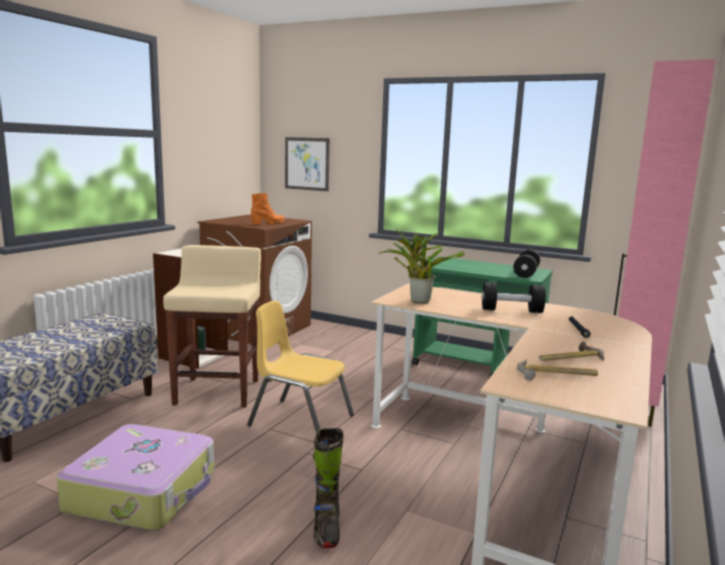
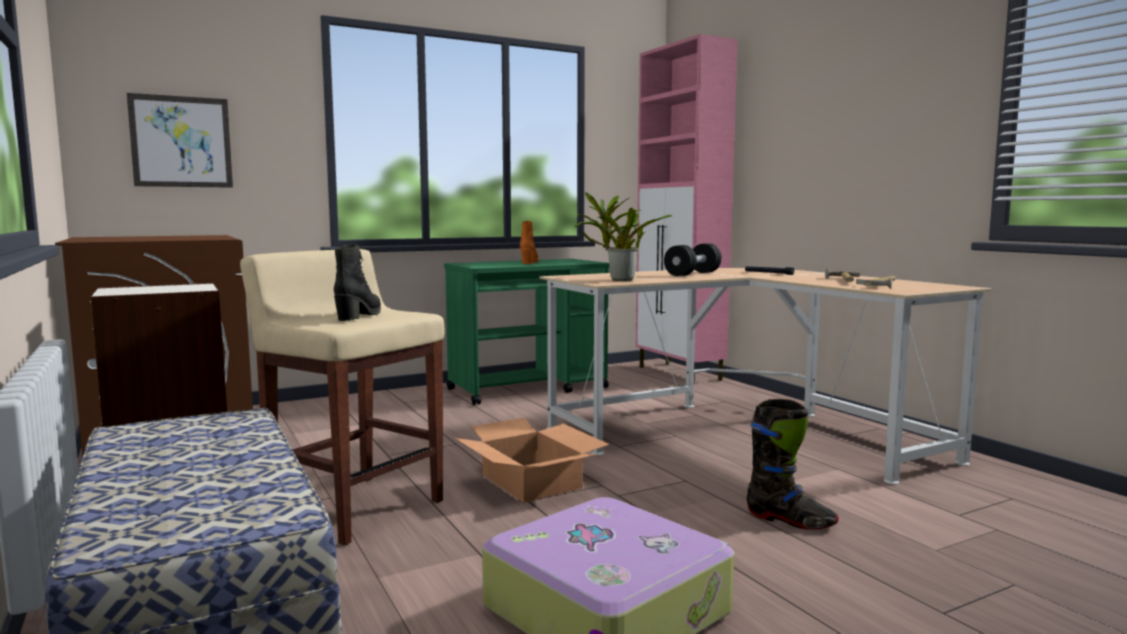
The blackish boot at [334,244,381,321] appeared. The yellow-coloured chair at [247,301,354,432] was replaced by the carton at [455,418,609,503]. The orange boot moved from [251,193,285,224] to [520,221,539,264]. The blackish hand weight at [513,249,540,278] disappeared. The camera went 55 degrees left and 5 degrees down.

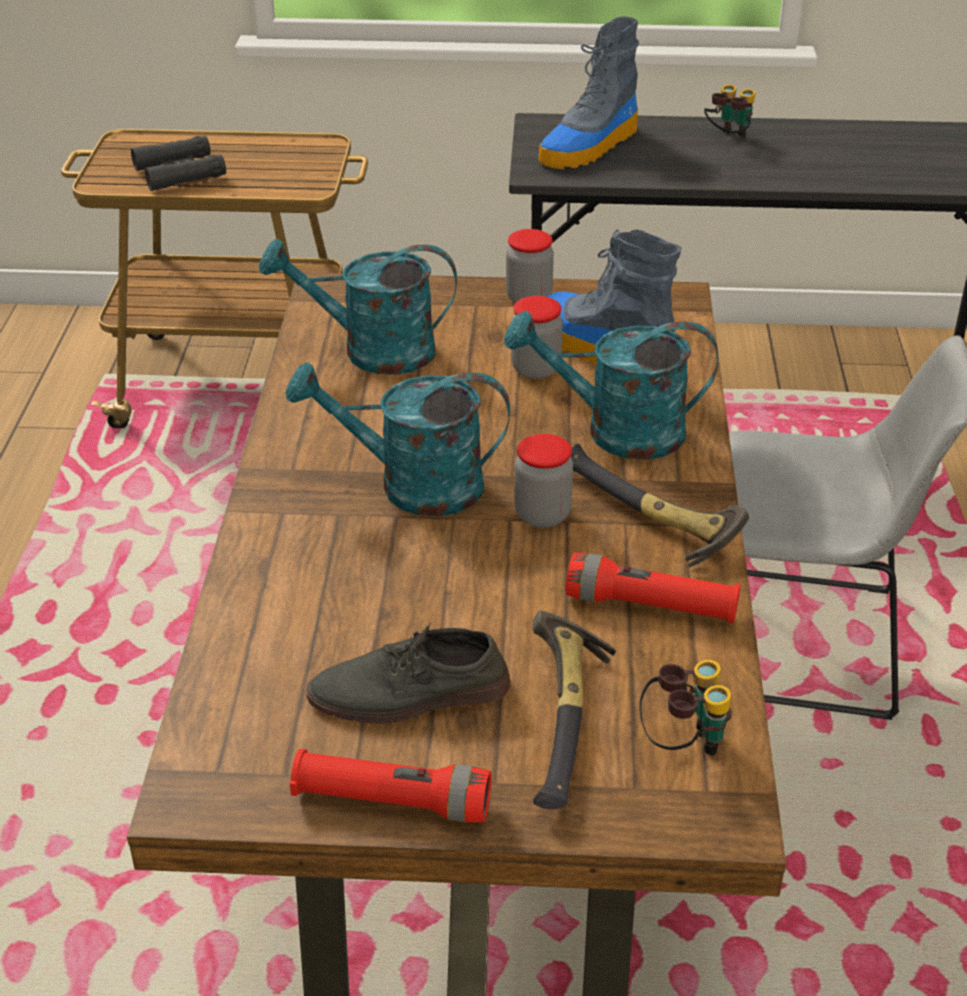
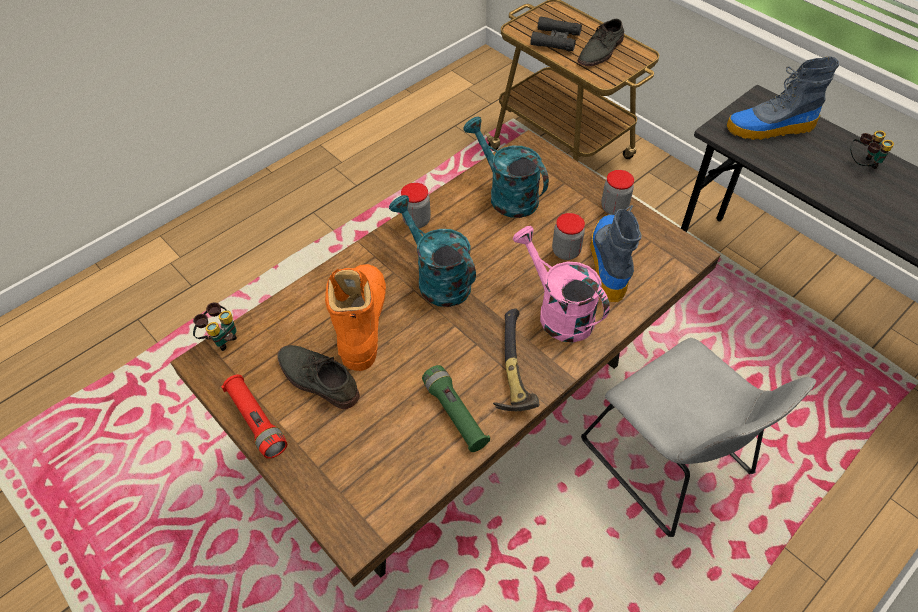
The field glasses moved from [639,660,732,756] to [193,303,237,351]. The orange boot at [325,264,386,371] appeared. The preserve jar moved from [514,434,573,528] to [401,183,431,228]. The red-coloured hand torch at [566,552,741,623] became the green hand torch at [422,365,490,452]. The turquoise watering can at [504,311,718,460] became the pink watering can at [513,226,610,342]. The greyish item of footwear at [578,19,624,66] appeared. The hammer at [533,610,616,809] disappeared. The camera went 45 degrees right and 15 degrees up.

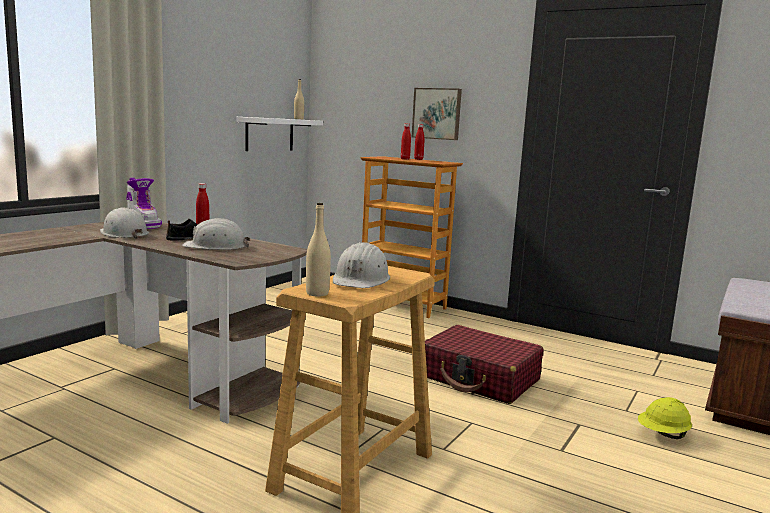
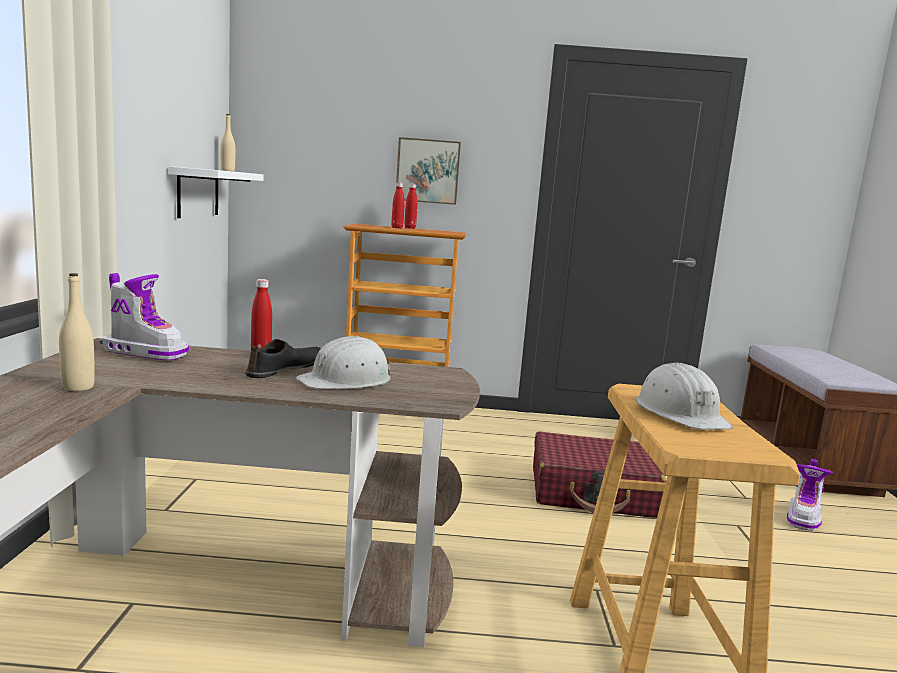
The sand-coloured beverage bottle moved from [306,203,331,297] to [59,273,95,391]. The yellow-coloured hard hat at [638,397,692,439] was replaced by the boot at [787,459,833,531]. The whitish hard hat at [100,208,149,239] disappeared. The camera went 30 degrees left and 0 degrees up.

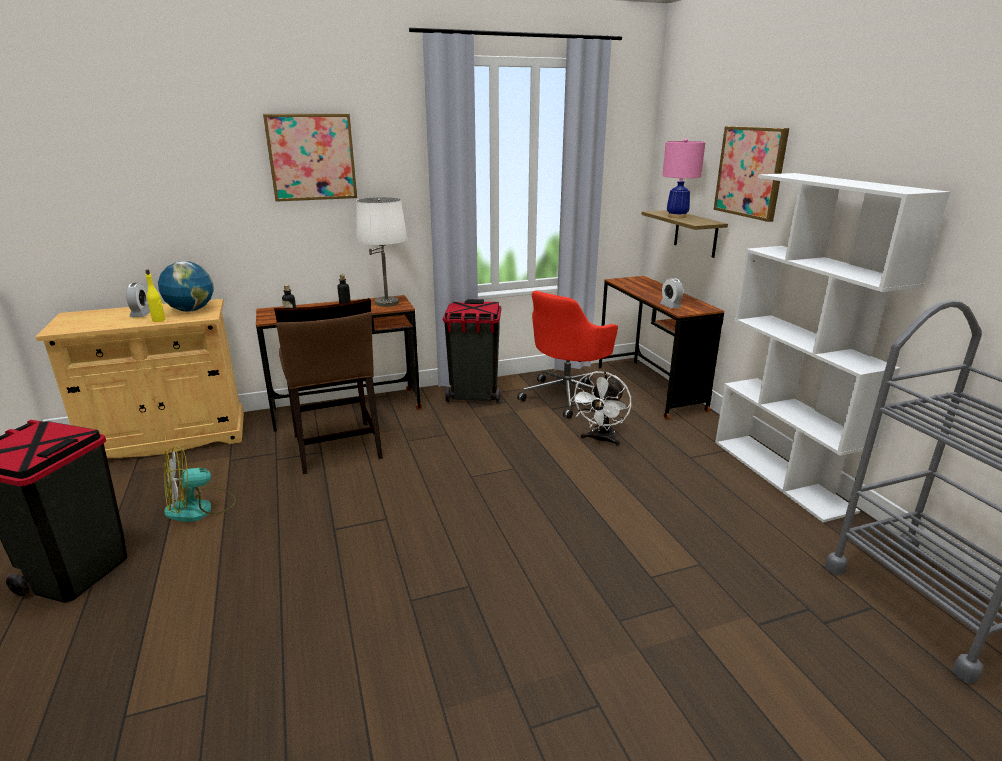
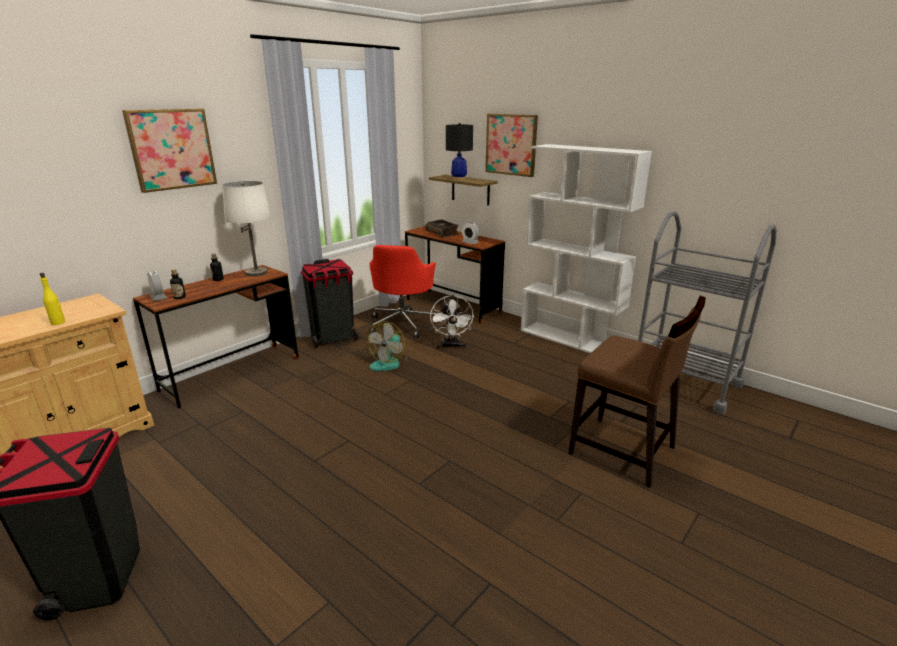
The bedside clock moved from [126,283,150,317] to [147,271,167,301]. The electric fan moved from [164,446,236,522] to [368,321,407,371]. The bound book at [425,220,459,237] appeared. The pink table lamp at [662,138,705,218] became the blackish table lamp at [446,123,473,180]. The brownish chair moved from [274,298,383,474] to [568,296,706,488]. The desk globe at [158,261,214,311] disappeared. The camera went 30 degrees left and 0 degrees up.

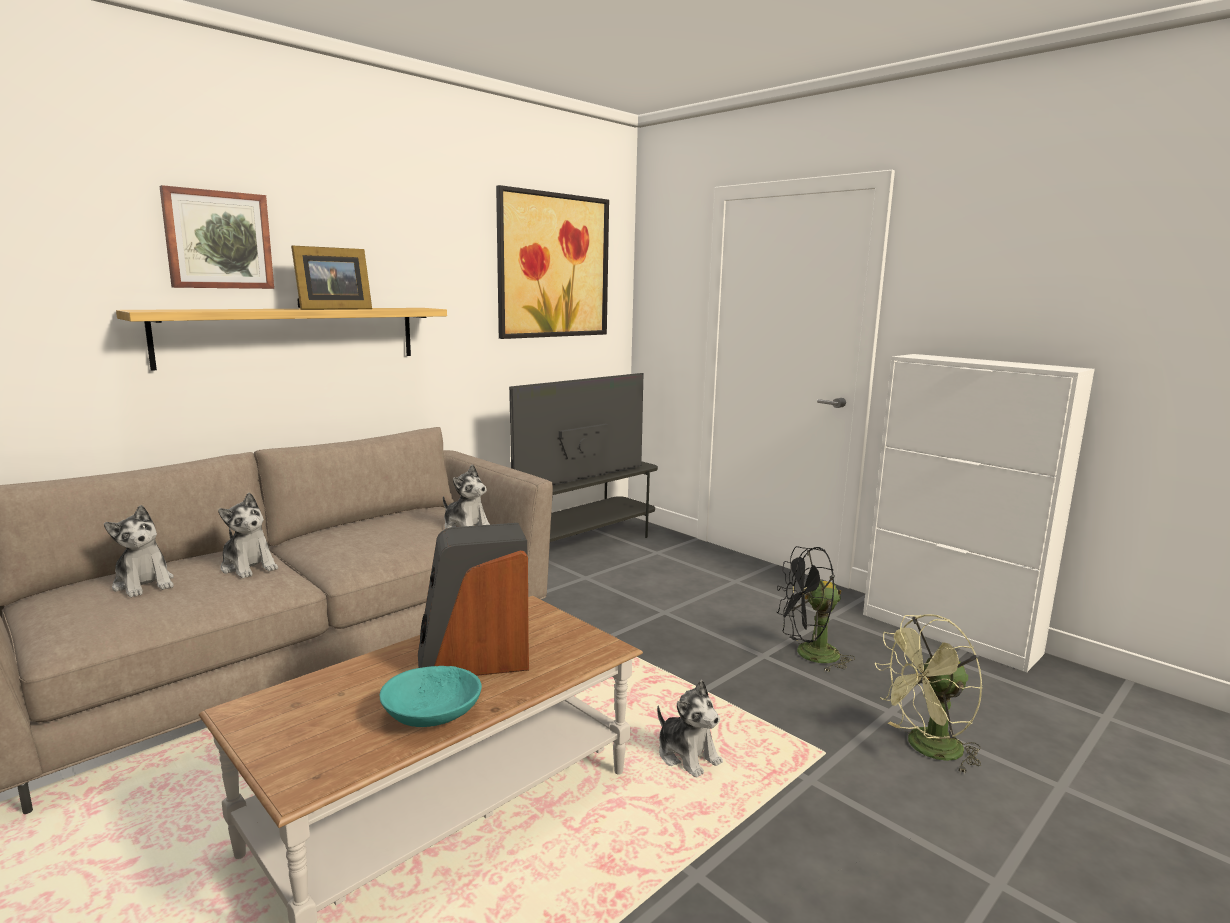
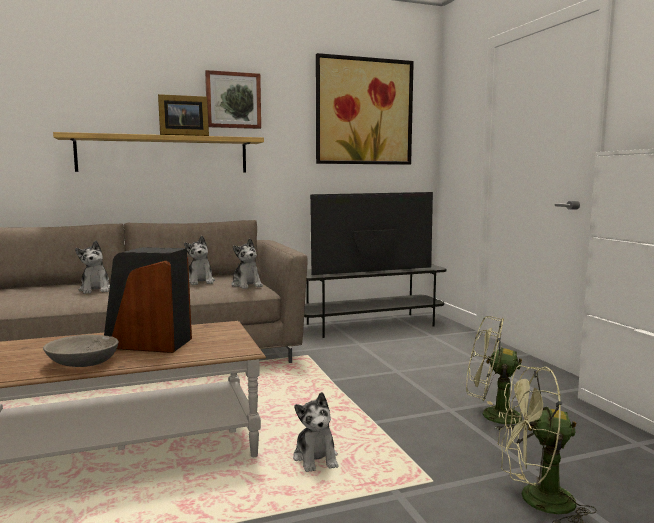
The turquoise bowl at [379,666,482,727] became the greyish bowl at [43,335,119,367]. The plush toy moved from [104,505,174,598] to [184,236,215,285]. The picture moved from [159,185,274,289] to [205,70,261,129]. The blackish electric fan at [777,546,855,673] became the green electric fan at [466,316,529,430]. The camera went 25 degrees right and 5 degrees down.

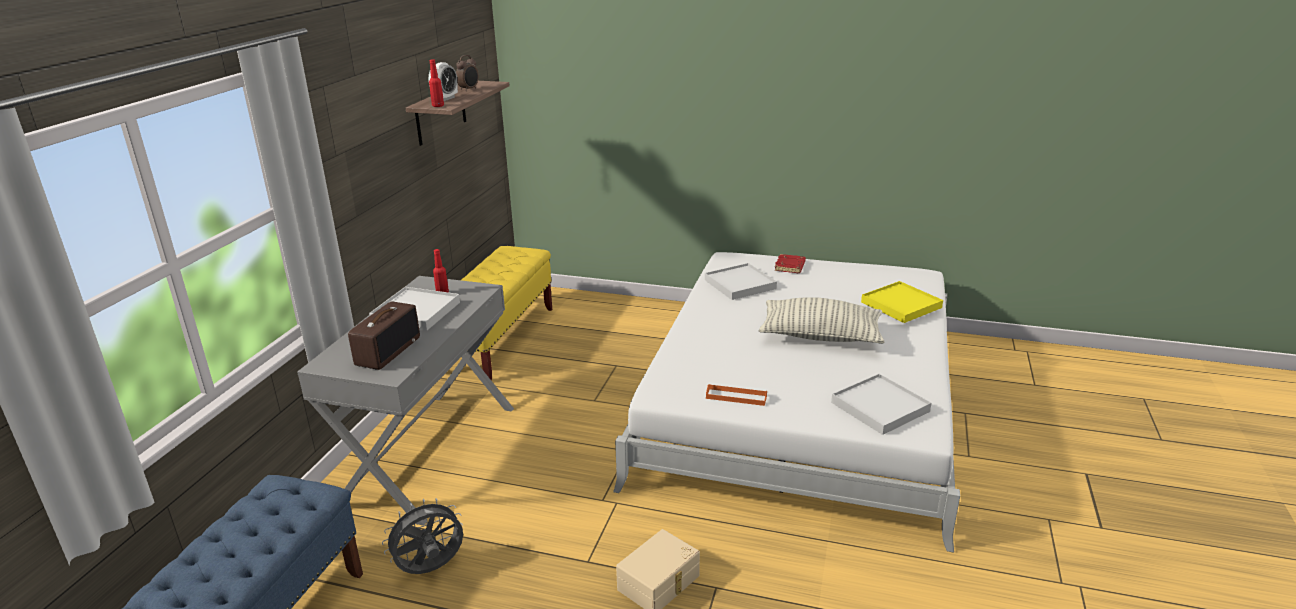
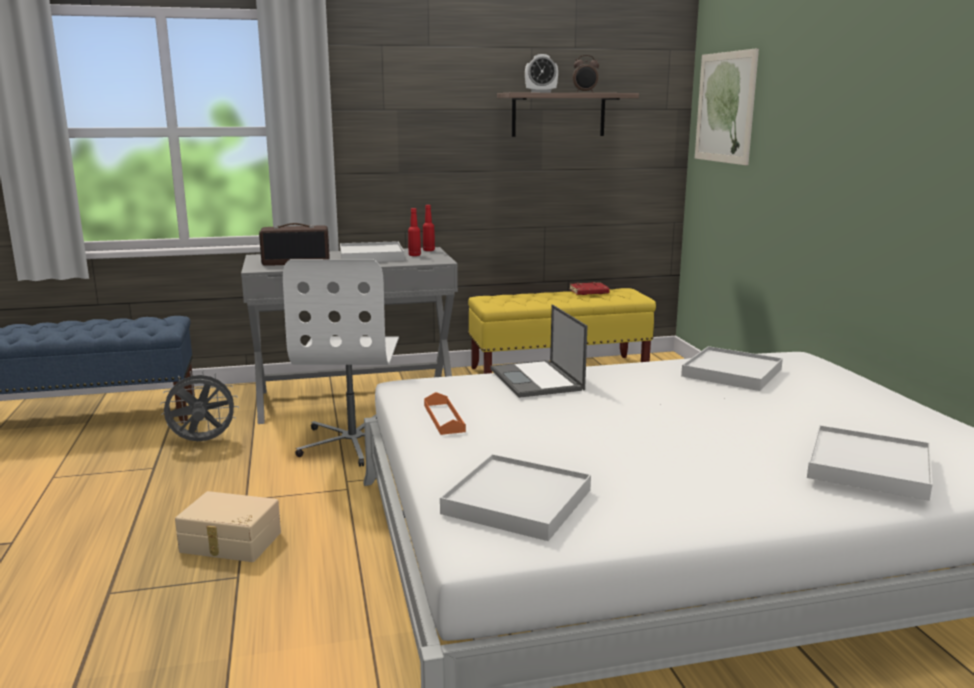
The greyish electric fan at [382,498,463,574] turned 45 degrees counterclockwise. The whitish computer chair at [283,259,399,467] appeared. The red-coloured beverage bottle moved from [429,59,444,107] to [423,205,435,251]. The portable computer at [490,304,587,398] appeared. The red-coloured bound book moved from [775,254,806,273] to [569,282,610,295]. The picture at [695,48,759,165] appeared. The yellow-coloured serving tray at [861,281,943,323] became the whitish serving tray at [807,425,933,501]. The pillow at [759,297,884,344] disappeared. The camera went 60 degrees right and 10 degrees down.

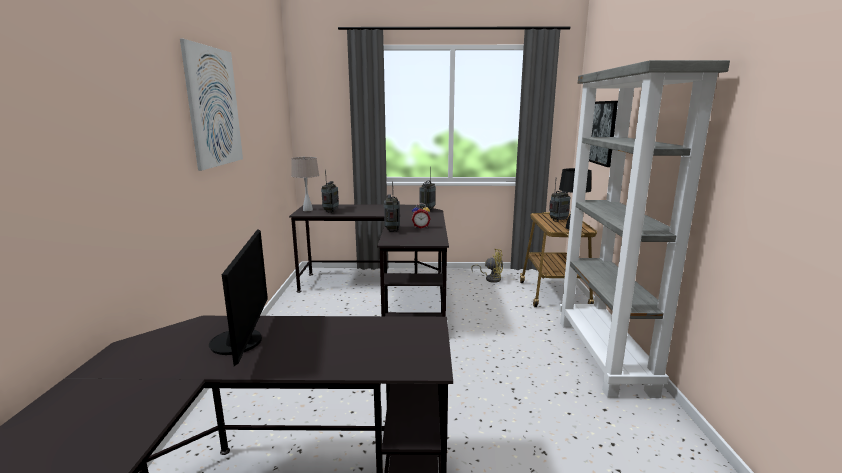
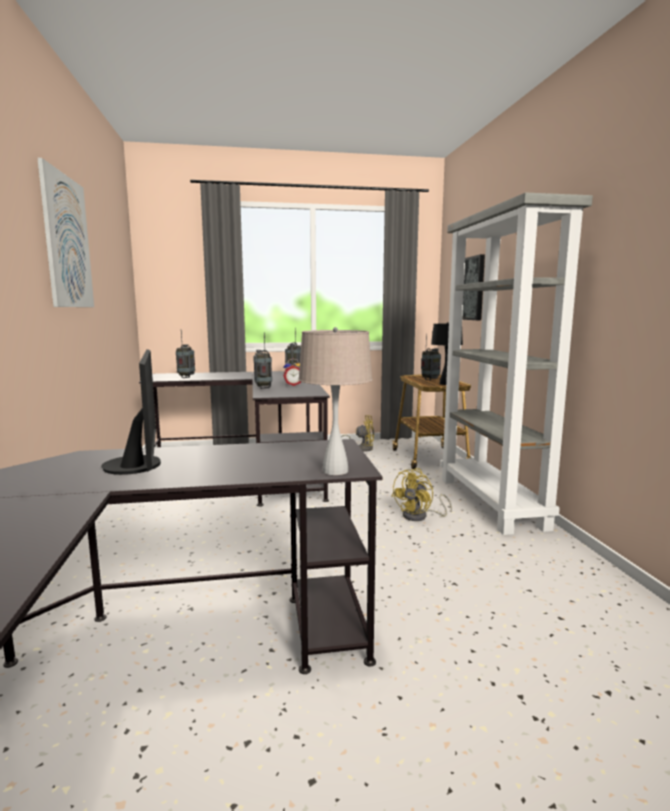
The sand-coloured table lamp moved from [291,157,319,211] to [298,327,372,475]. The yellow-coloured electric fan at [391,468,452,521] appeared. The camera went 10 degrees left and 5 degrees down.

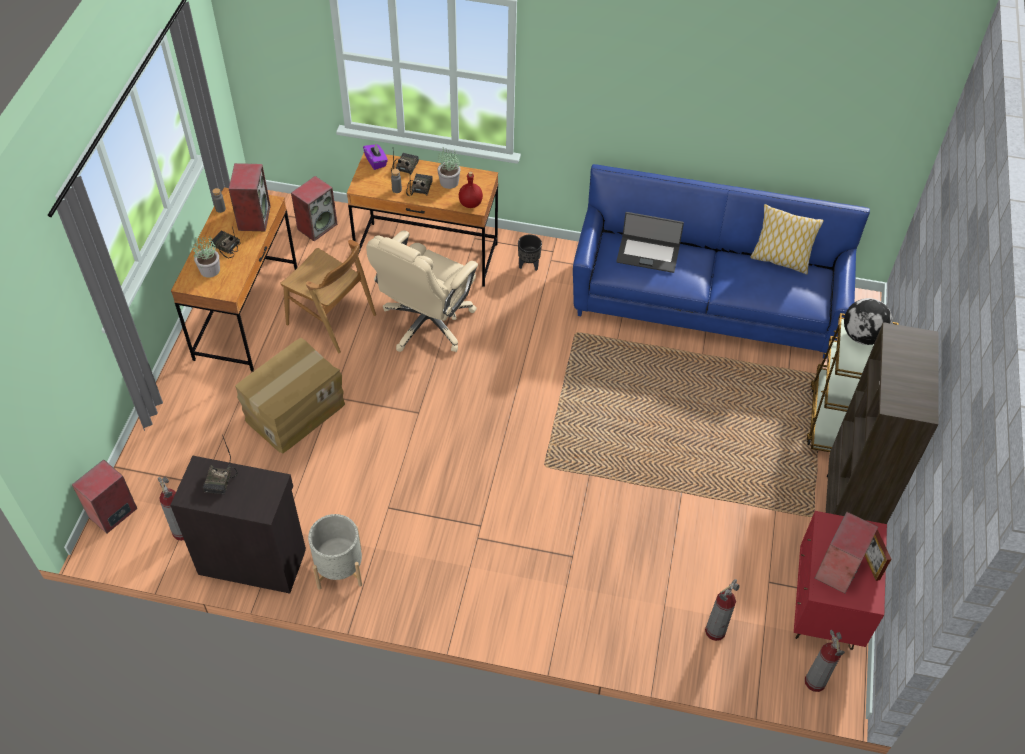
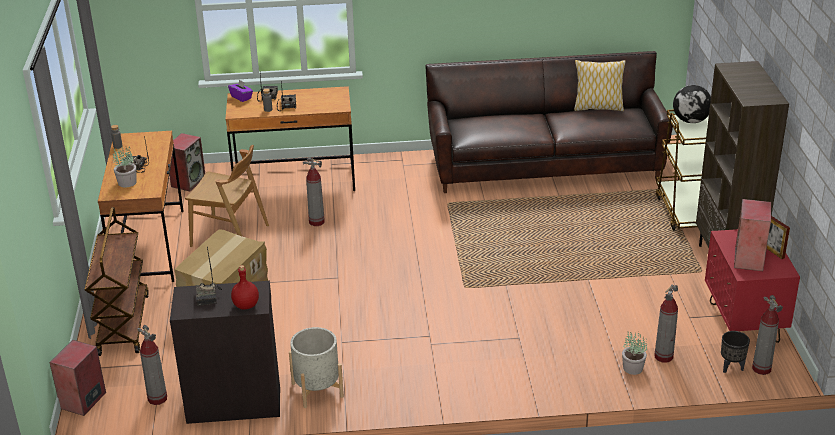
The brownish cart at [85,207,149,356] appeared. The red-coloured beverage bottle moved from [459,171,483,208] to [231,265,259,310]. The sand-coloured computer chair at [366,230,478,352] was replaced by the fire-fighting cylinder at [303,157,325,226]. The blue-coloured couch at [573,164,870,359] became the brownish couch at [426,51,673,193]. The houseplant moved from [437,147,460,189] to [622,331,647,375]. The blackish plant pot moved from [518,234,542,271] to [721,331,750,373]. The loudspeaker at [229,163,271,231] disappeared. The portable computer at [616,212,684,273] disappeared. The camera went 15 degrees left and 20 degrees down.

